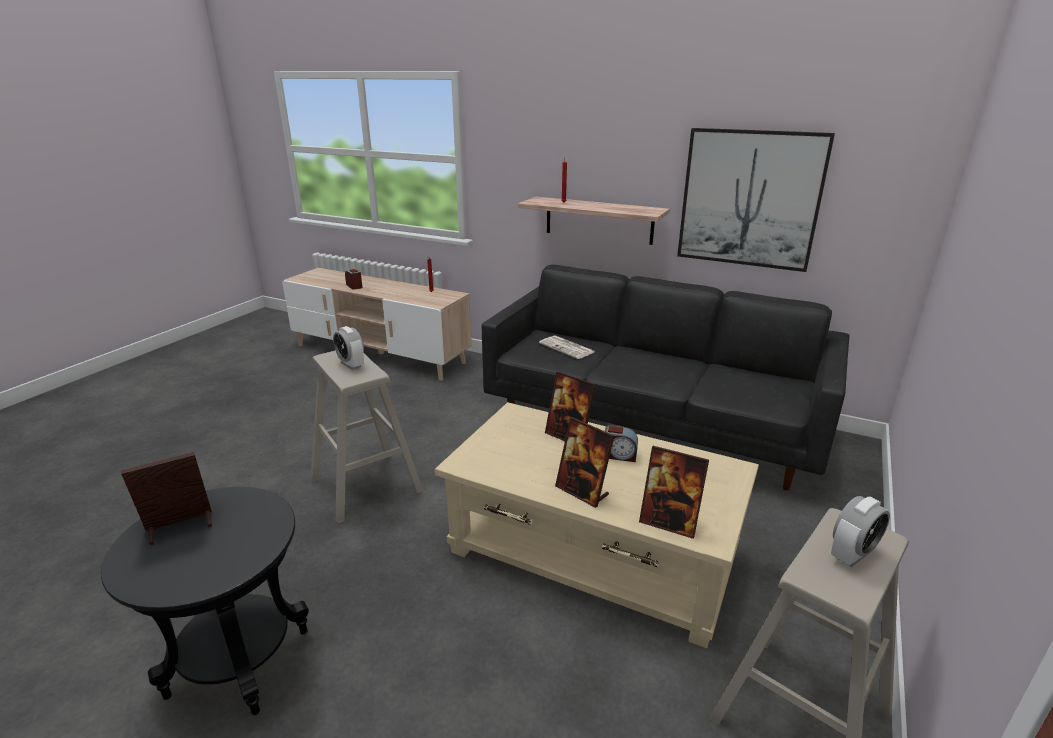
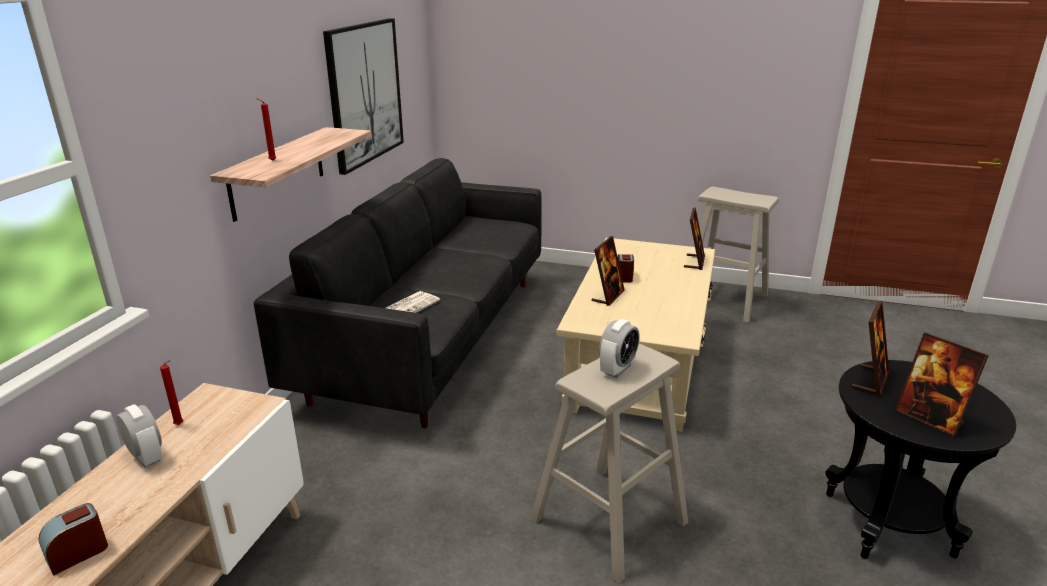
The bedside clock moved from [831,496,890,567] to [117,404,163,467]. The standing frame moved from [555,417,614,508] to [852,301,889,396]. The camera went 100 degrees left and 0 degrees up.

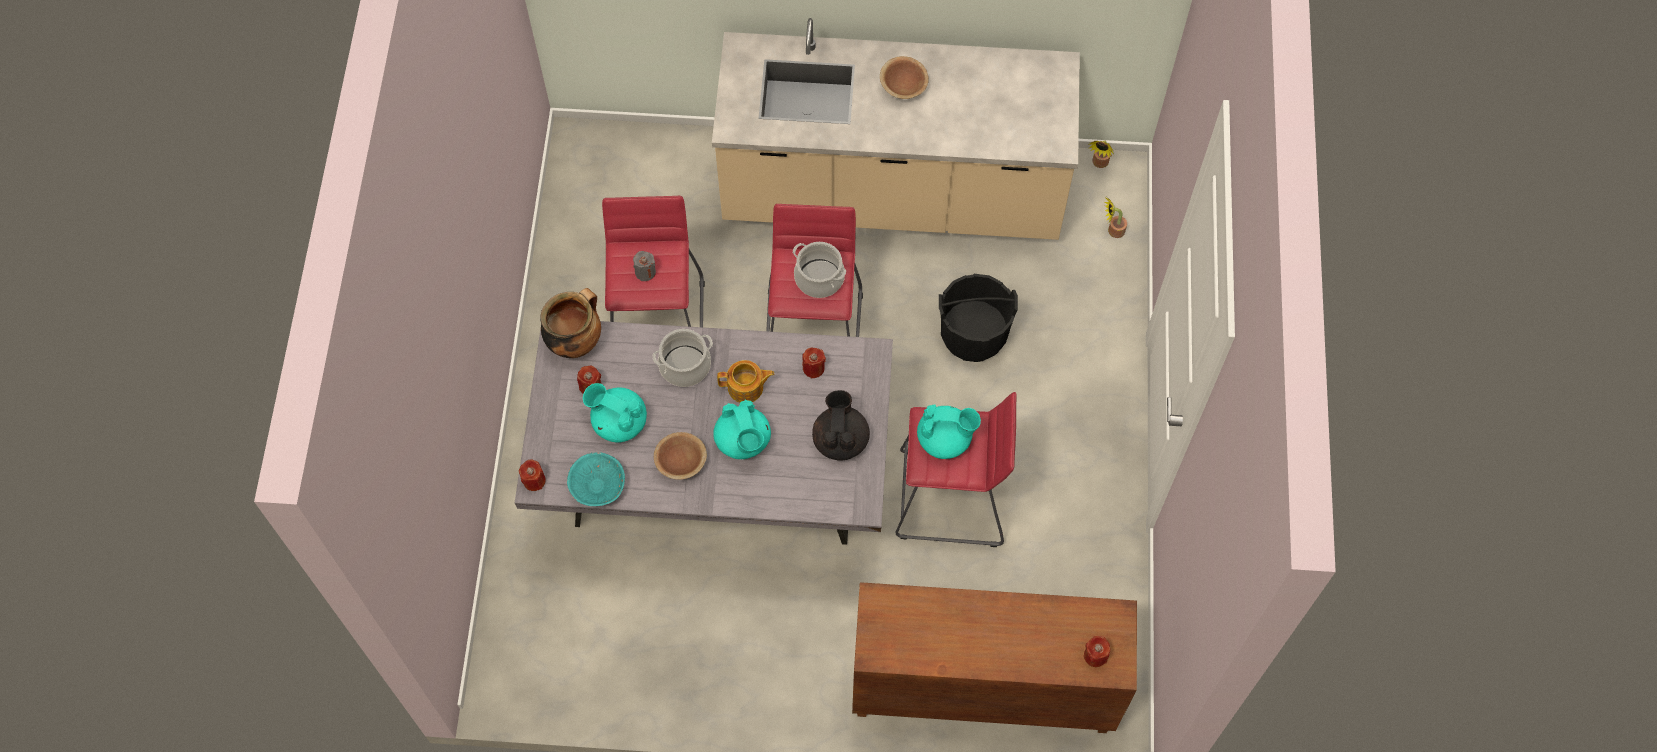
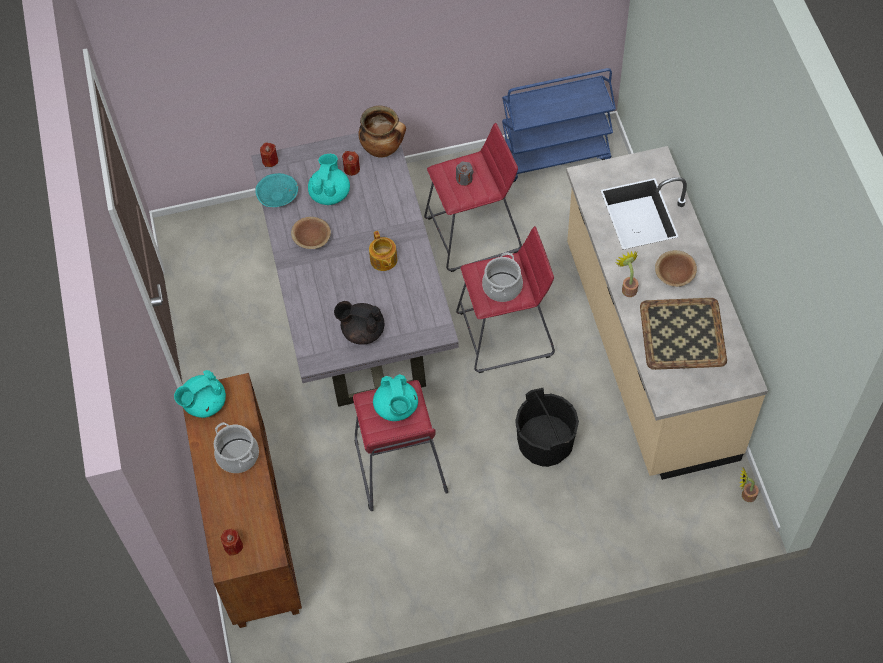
The turquoise teapot moved from [713,400,771,459] to [174,370,226,418]. The stockpot moved from [652,329,713,387] to [214,422,259,473]. The blackish teapot at [812,390,870,461] turned 150 degrees counterclockwise. The blue-coloured cart at [502,68,616,182] appeared. The houseplant moved from [1105,197,1127,238] to [615,250,638,297]. The serving tray at [640,298,727,370] appeared. The red-coloured candle at [802,347,826,379] disappeared. The camera went 75 degrees right and 5 degrees down.

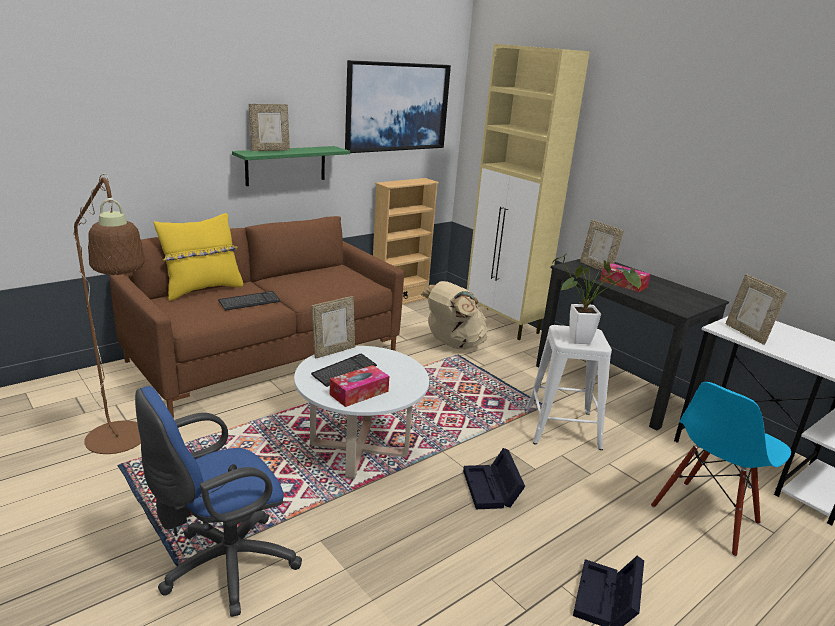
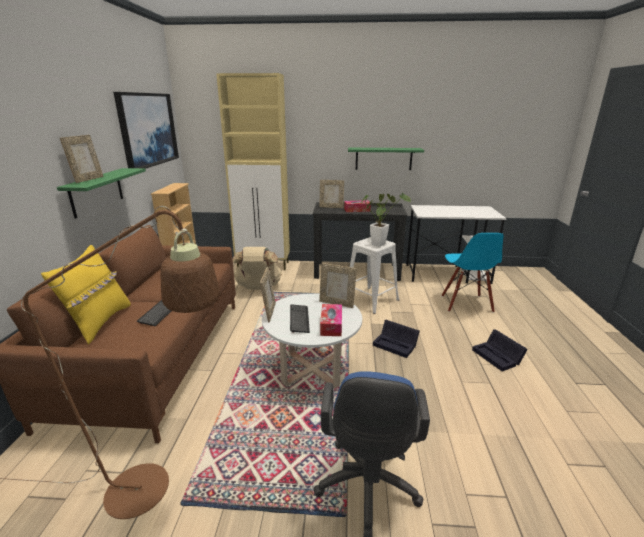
The standing frame moved from [726,274,787,345] to [319,263,357,308]. The green bracket shelf at [348,148,424,170] appeared. The camera went 45 degrees left and 0 degrees up.

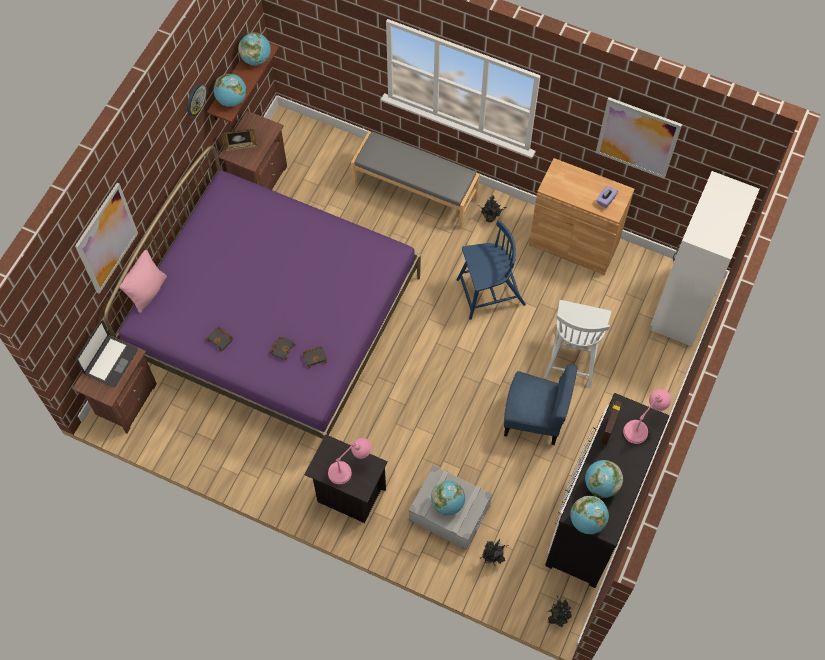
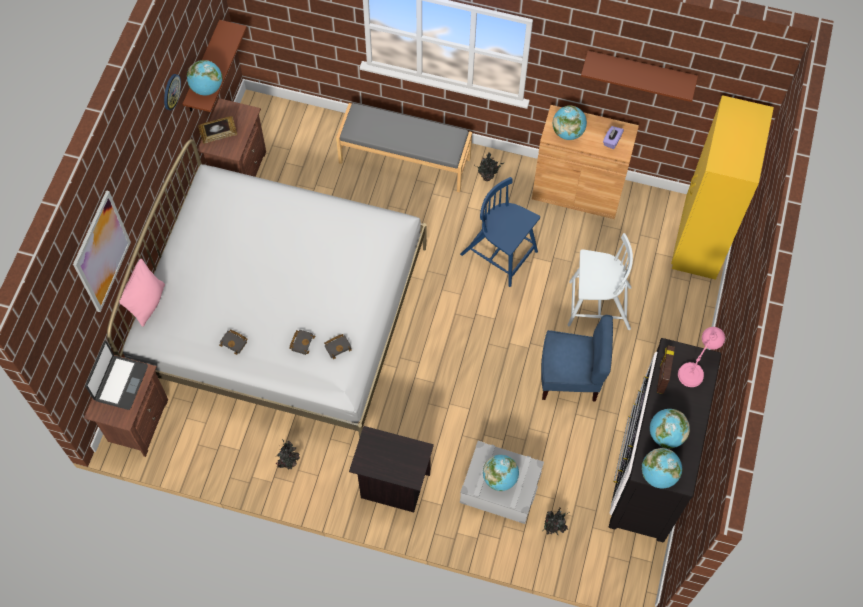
The purple sleeping bed at [104,146,421,439] became the whitish sleeping bed at [107,139,427,438]. The houseplant moved from [548,595,571,627] to [275,439,299,470]. The blue-coloured chair at [456,220,526,320] turned 120 degrees counterclockwise. The desk globe moved from [238,33,271,65] to [553,105,587,140]. The whitish chair at [544,300,611,388] turned 90 degrees counterclockwise. The picture at [596,97,682,179] was replaced by the brownish bracket shelf at [581,51,698,102]. The whitish armoire at [650,171,760,347] became the yellow-coloured armoire at [671,95,774,280]. The pink table lamp at [328,438,371,484] disappeared. The camera went 10 degrees left and 0 degrees up.

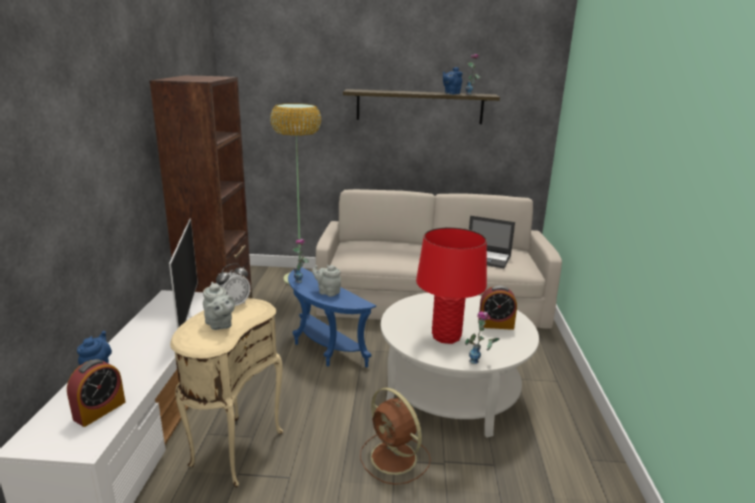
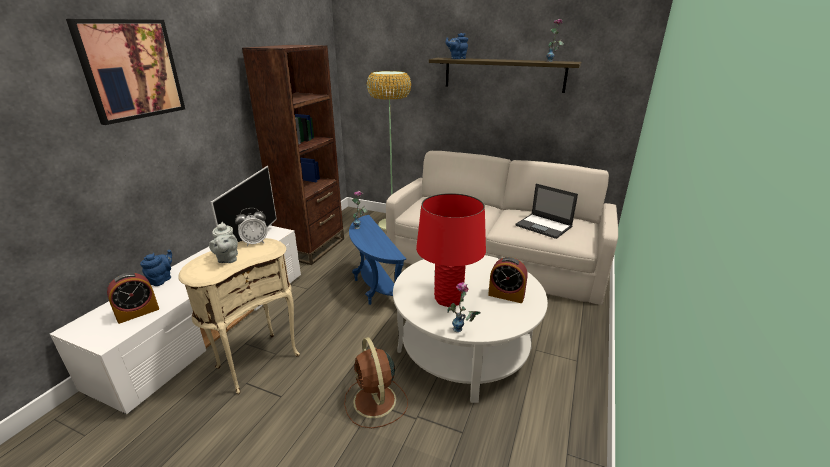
The picture at [66,19,185,125] appeared. The blue-coloured teapot moved from [443,67,463,94] to [446,33,468,59]. The greyish teapot at [312,265,341,297] disappeared. The camera went 20 degrees right and 5 degrees up.

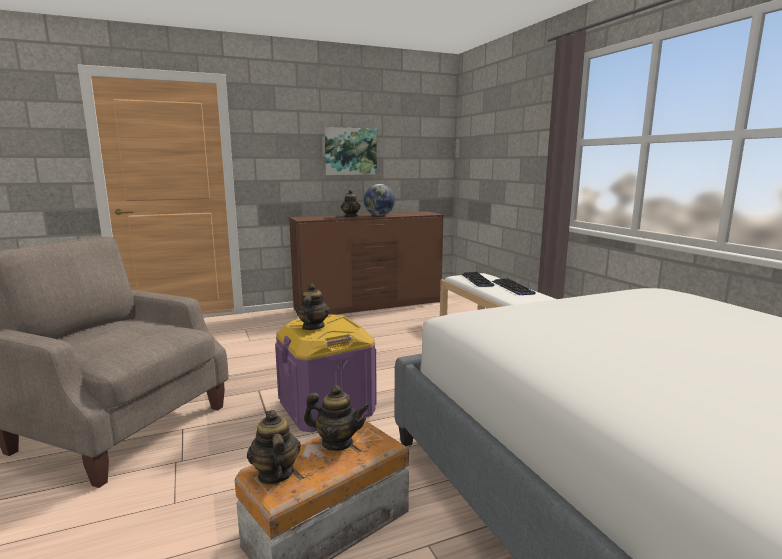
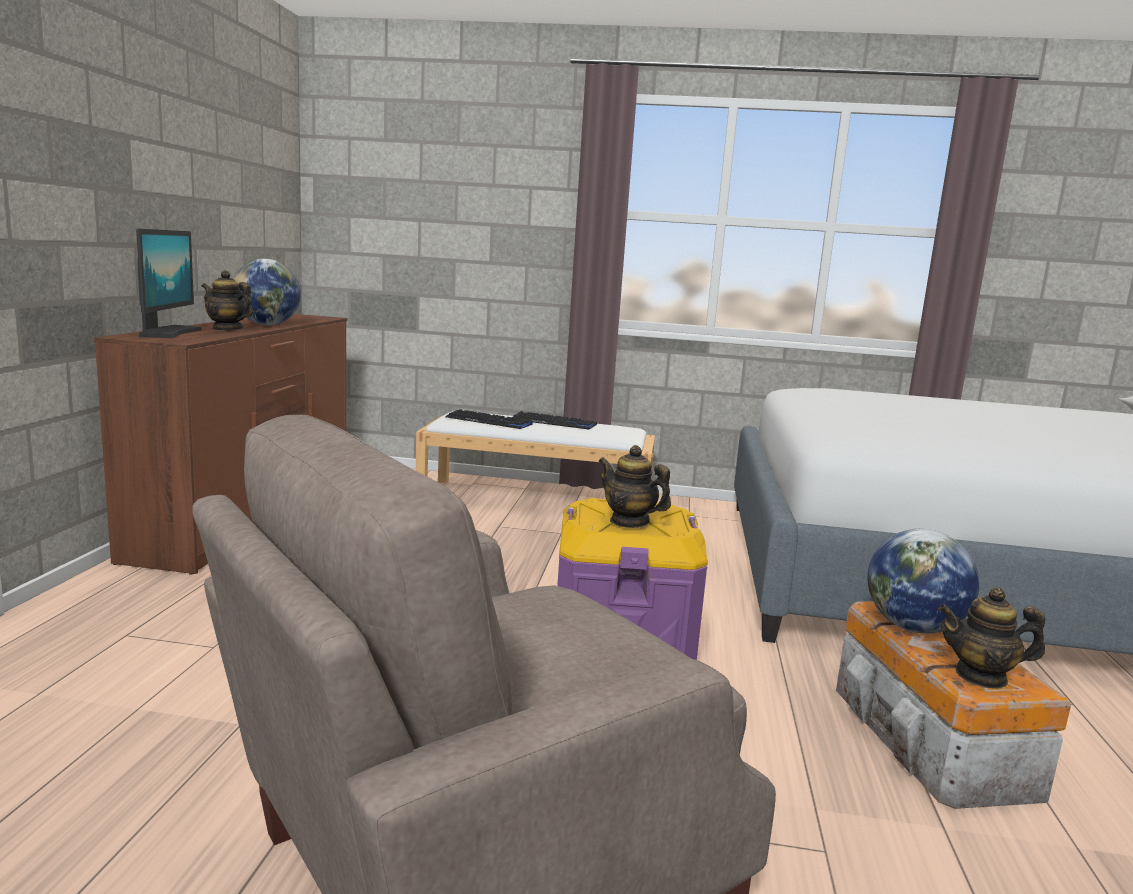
The computer display at [136,228,202,338] appeared. The teapot at [304,385,370,451] was replaced by the desk globe at [867,529,979,634]. The picture at [324,127,377,175] disappeared. The camera went 60 degrees left and 0 degrees up.

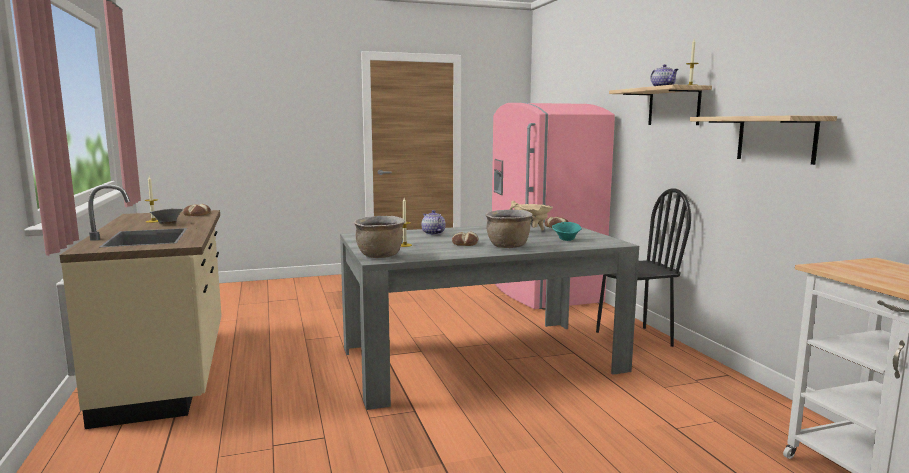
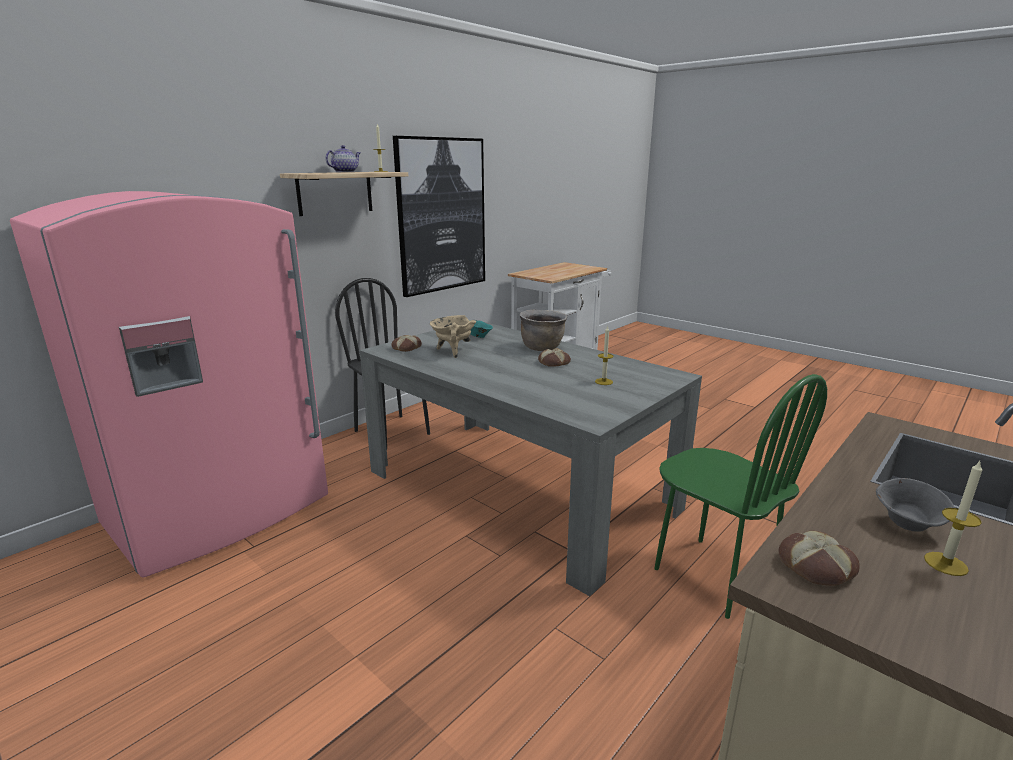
The bracket shelf at [690,116,837,165] was replaced by the picture at [393,136,485,297]. The green chair at [654,374,827,619] appeared. The brownish stockpot at [354,216,405,258] disappeared. The teapot at [422,210,446,235] disappeared. The camera went 120 degrees left and 10 degrees up.

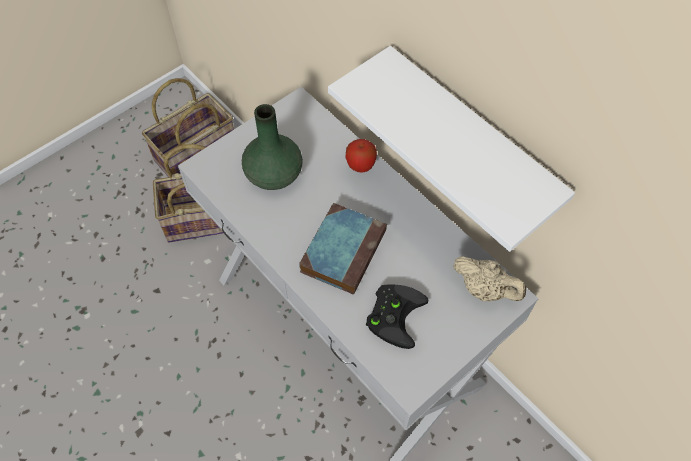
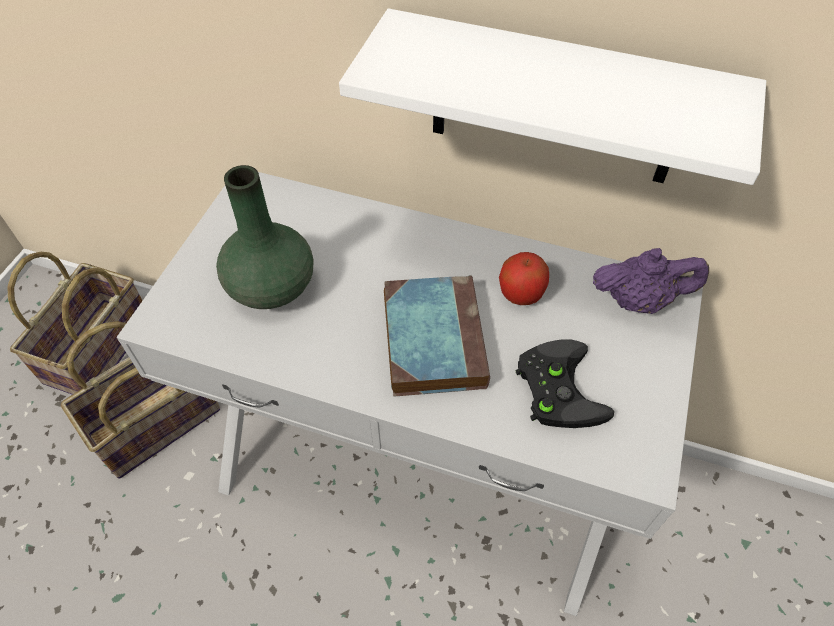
The whole apple moved from [345,139,377,173] to [499,252,549,305]. The sand-coloured teapot at [453,256,526,301] became the purple teapot at [593,248,709,314]. The camera went 30 degrees left and 5 degrees down.

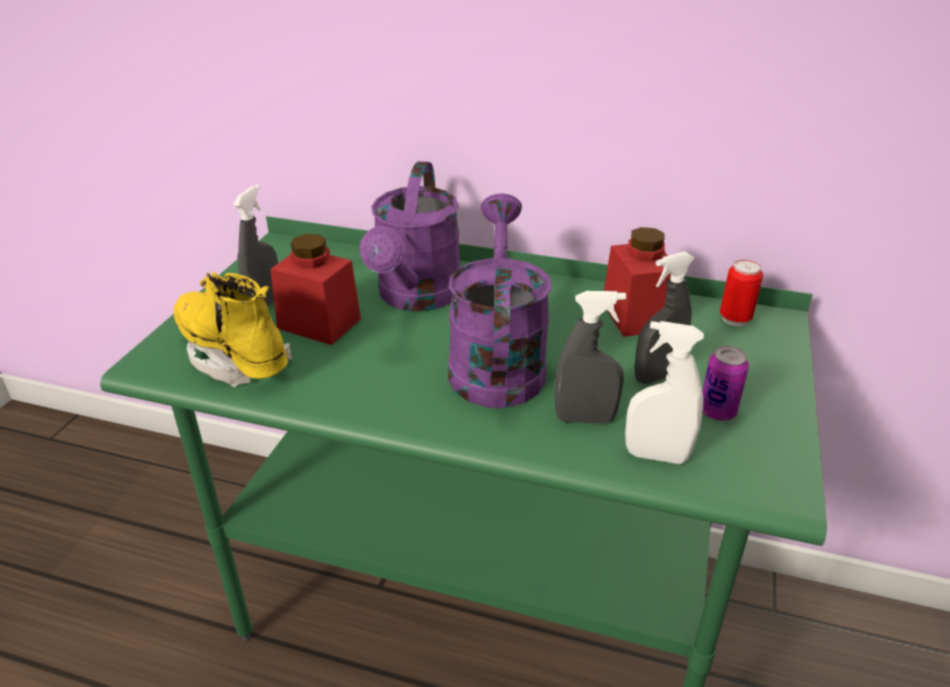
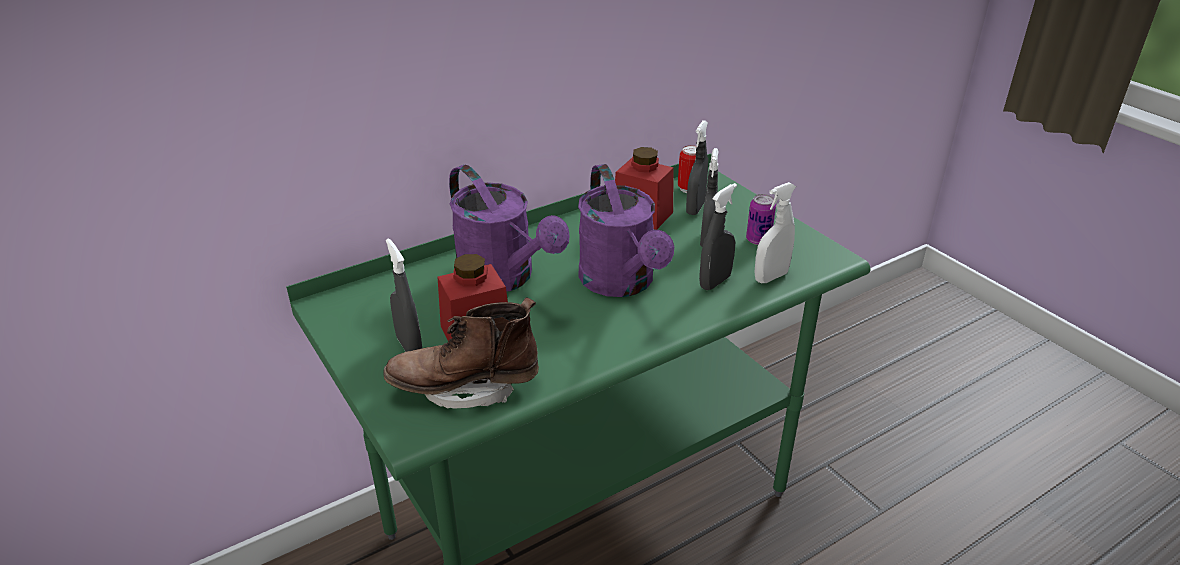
The yellow-coloured boot at [174,272,293,387] became the brownish boot at [383,297,539,409]. The purple watering can at [448,193,552,408] turned 150 degrees counterclockwise. The greyish sprayer at [686,120,708,215] appeared. The camera went 50 degrees left and 0 degrees up.

